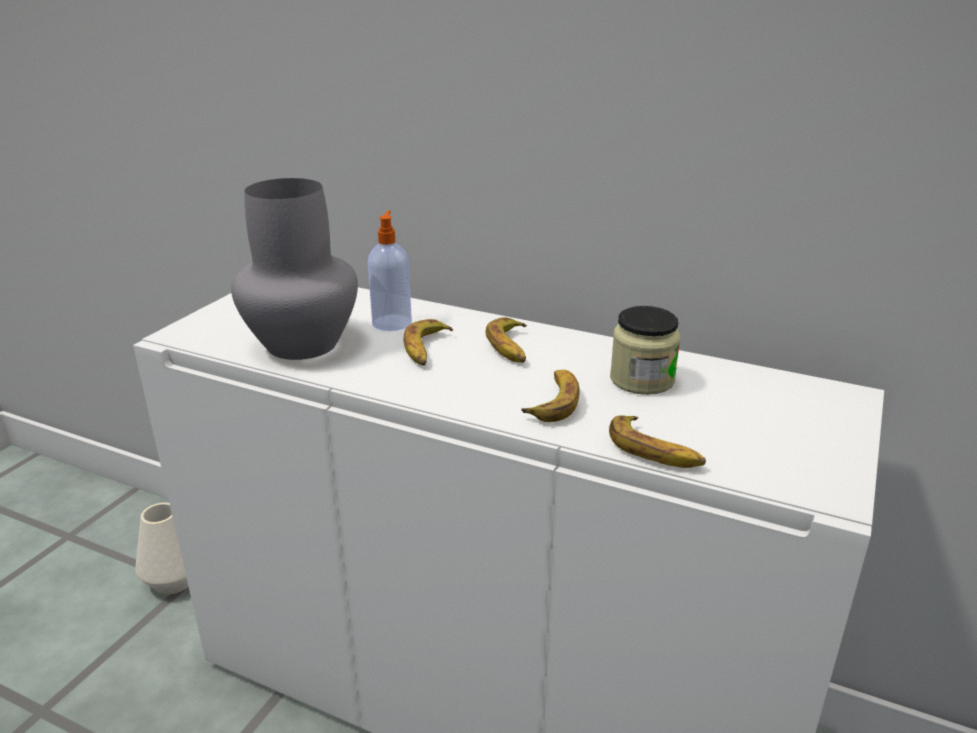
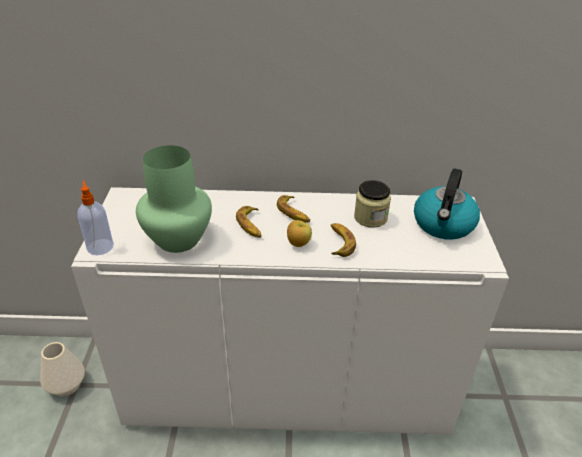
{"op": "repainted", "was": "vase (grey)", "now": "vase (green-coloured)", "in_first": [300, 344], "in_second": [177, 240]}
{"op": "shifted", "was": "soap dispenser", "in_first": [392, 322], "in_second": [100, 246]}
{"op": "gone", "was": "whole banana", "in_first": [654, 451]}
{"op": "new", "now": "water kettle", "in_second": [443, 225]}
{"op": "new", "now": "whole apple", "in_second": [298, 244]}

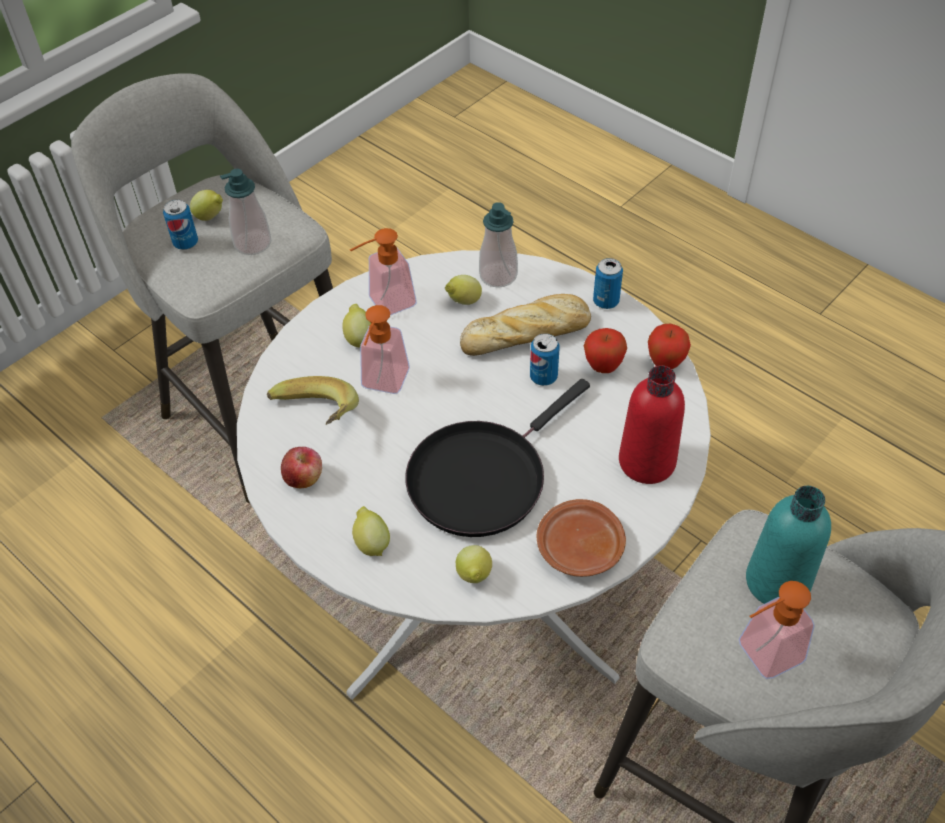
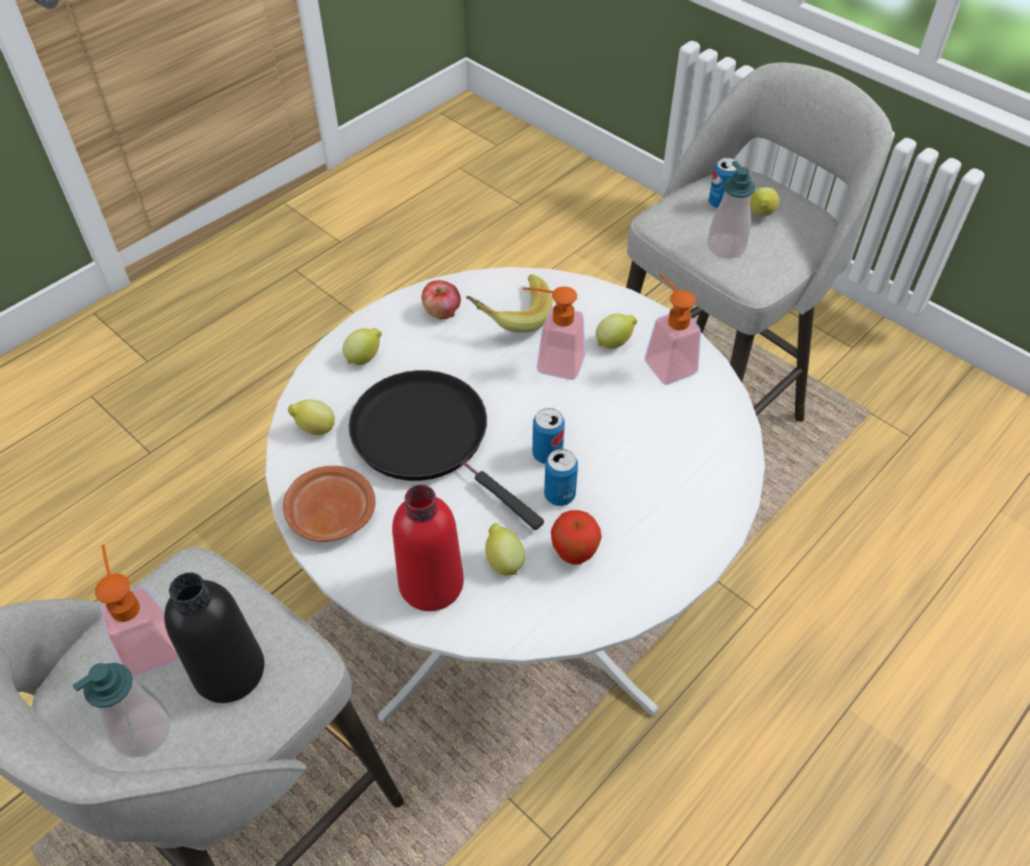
{"op": "shifted", "was": "soap dispenser", "in_first": [498, 275], "in_second": [142, 731]}
{"op": "shifted", "was": "metal can", "in_first": [606, 301], "in_second": [547, 454]}
{"op": "shifted", "was": "citrus fruit", "in_first": [463, 302], "in_second": [503, 561]}
{"op": "gone", "was": "bread", "in_first": [528, 333]}
{"op": "gone", "was": "whole apple", "in_first": [665, 363]}
{"op": "repainted", "was": "bottle (turquoise)", "now": "bottle (blackish)", "in_first": [777, 582], "in_second": [229, 671]}

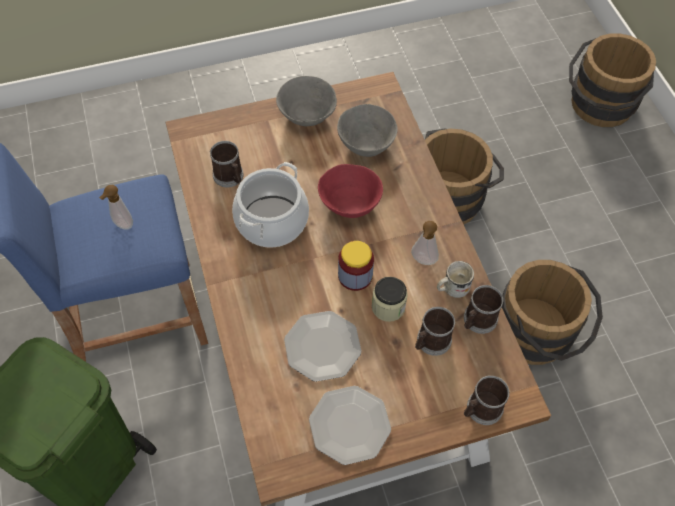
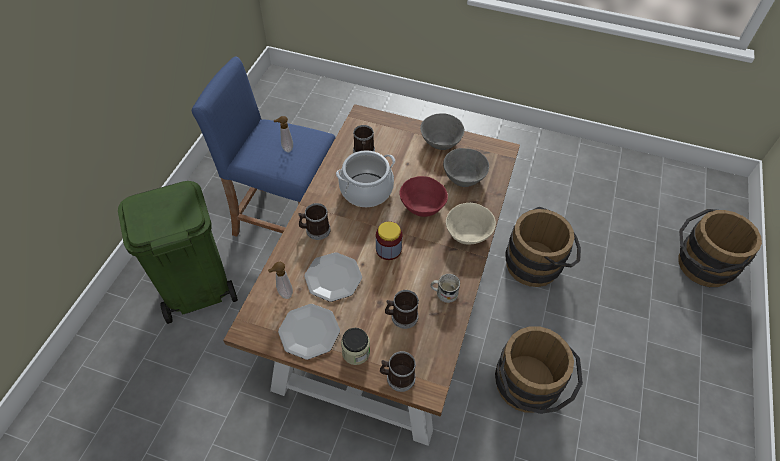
{"op": "shifted", "was": "soap dispenser", "in_first": [423, 261], "in_second": [283, 293]}
{"op": "shifted", "was": "storage jar", "in_first": [388, 307], "in_second": [356, 352]}
{"op": "shifted", "was": "coffee mug", "in_first": [477, 320], "in_second": [315, 230]}
{"op": "new", "now": "serving bowl (beige)", "in_second": [468, 233]}

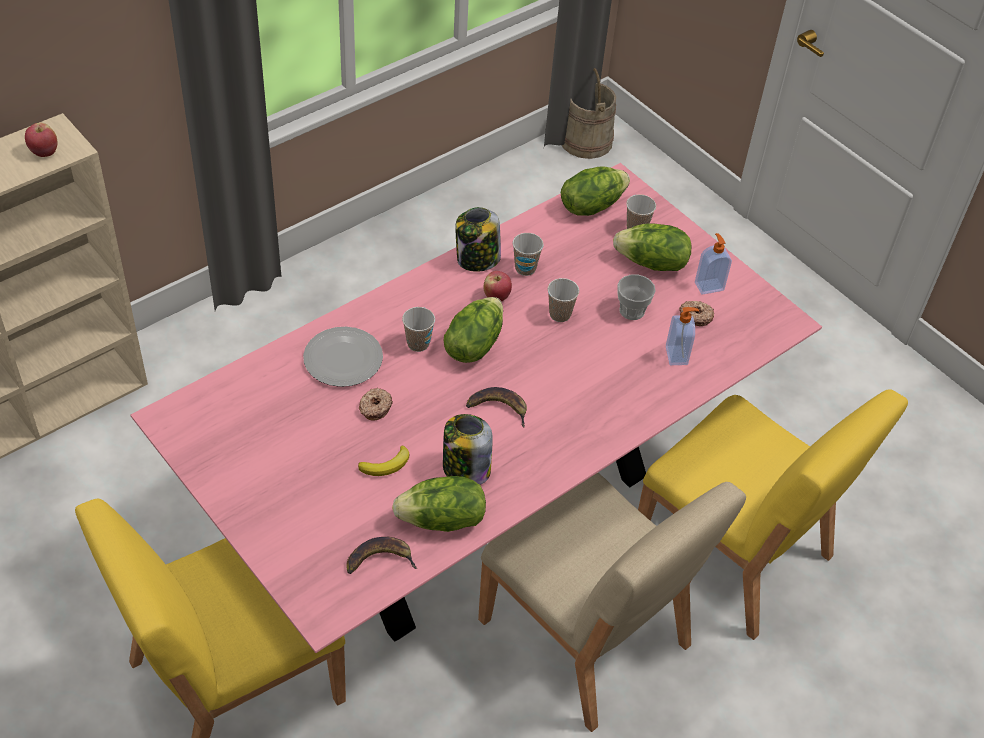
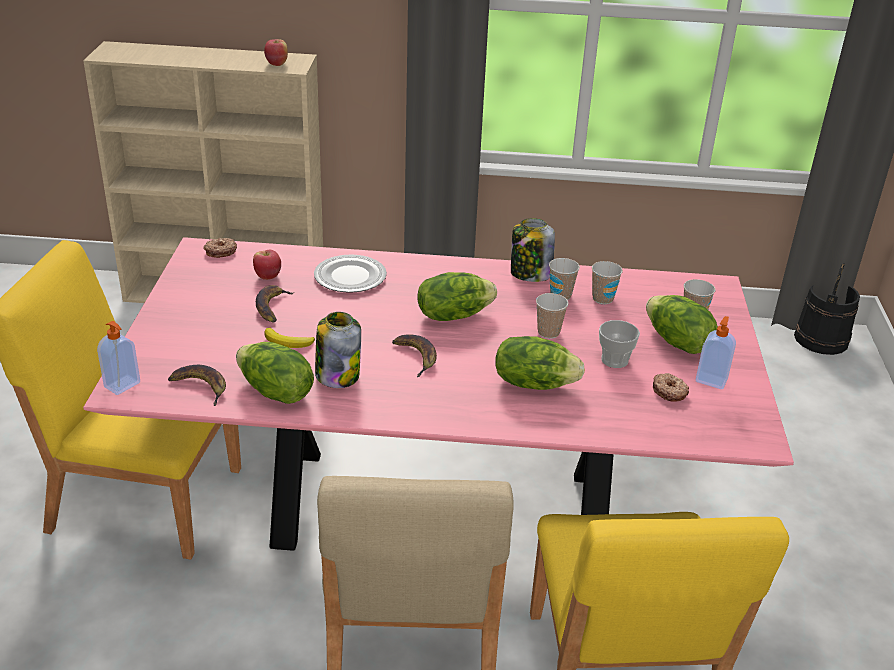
{"op": "repainted", "was": "pail (beige)", "now": "pail (blackish)", "in_first": [585, 141], "in_second": [820, 339]}
{"op": "shifted", "was": "lettuce head", "in_first": [591, 205], "in_second": [534, 383]}
{"op": "shifted", "was": "whole apple", "in_first": [496, 297], "in_second": [268, 276]}
{"op": "shifted", "was": "small cup", "in_first": [418, 344], "in_second": [602, 299]}
{"op": "shifted", "was": "soap dispenser", "in_first": [677, 355], "in_second": [123, 385]}
{"op": "shifted", "was": "ring doughnut", "in_first": [375, 407], "in_second": [220, 251]}
{"op": "new", "now": "whole banana", "in_second": [272, 307]}

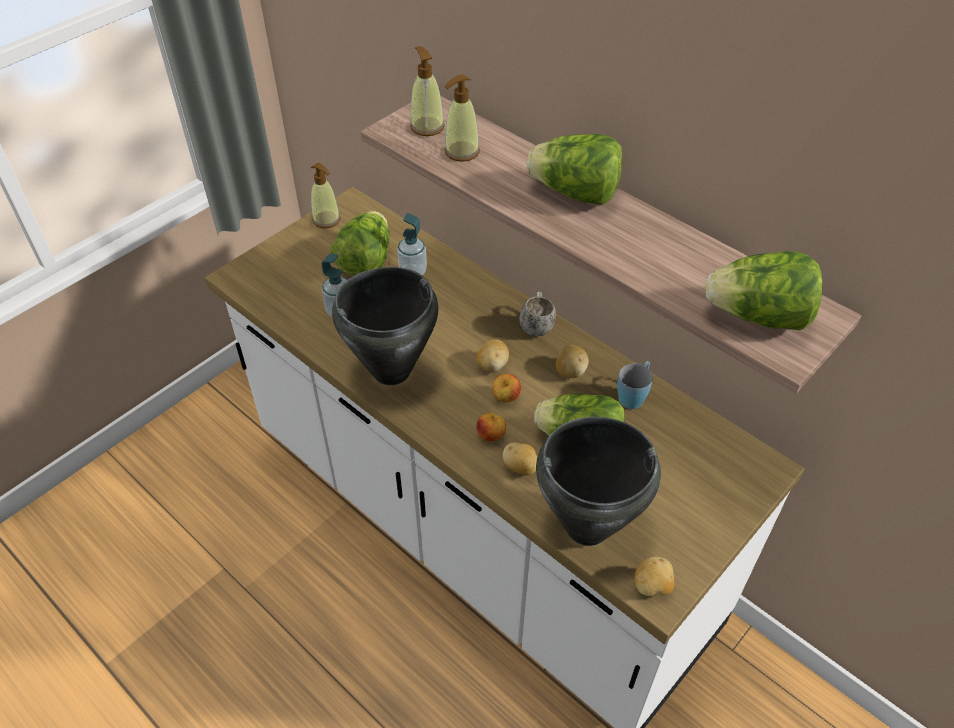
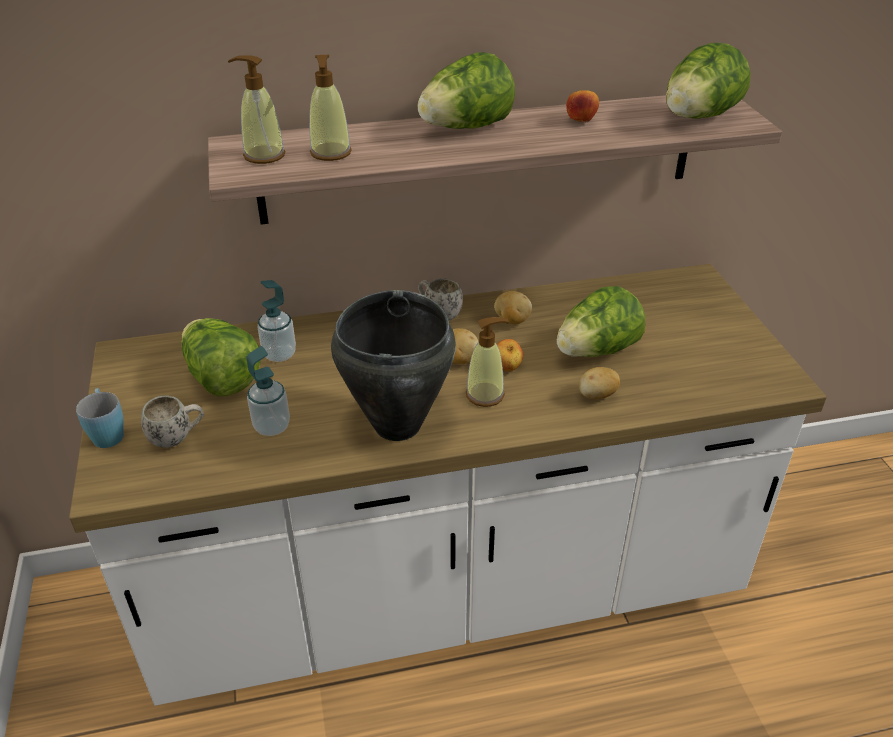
{"op": "shifted", "was": "soap dispenser", "in_first": [326, 220], "in_second": [485, 395]}
{"op": "shifted", "was": "coffee mug (blue)", "in_first": [633, 395], "in_second": [107, 432]}
{"op": "shifted", "was": "whole apple", "in_first": [491, 436], "in_second": [581, 121]}
{"op": "gone", "was": "stockpot (blackish)", "in_first": [586, 525]}
{"op": "gone", "was": "potato", "in_first": [652, 586]}
{"op": "new", "now": "coffee mug (white-coloured)", "in_second": [178, 437]}

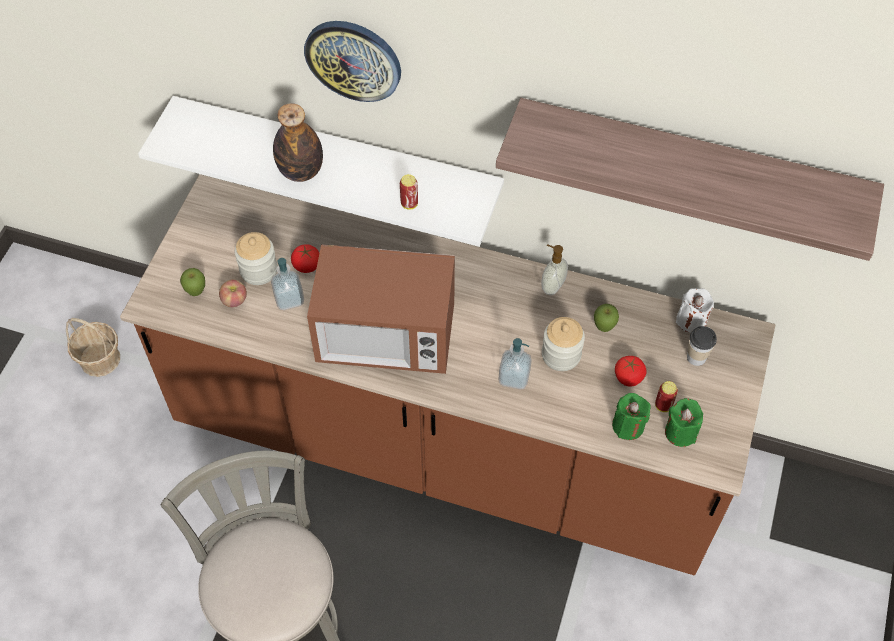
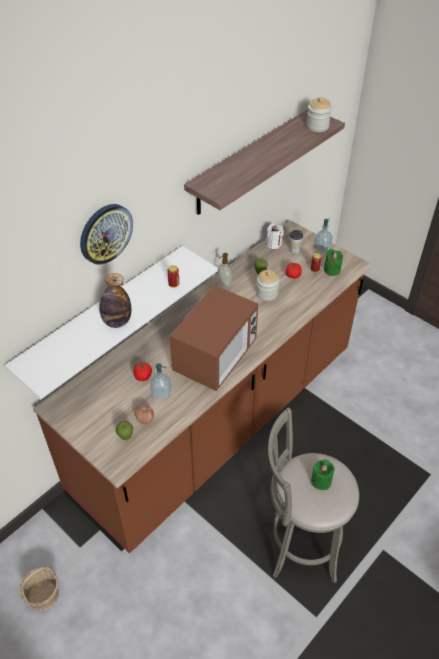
{"op": "shifted", "was": "storage jar", "in_first": [258, 270], "in_second": [317, 126]}
{"op": "shifted", "was": "soap dispenser", "in_first": [514, 377], "in_second": [322, 247]}
{"op": "shifted", "was": "wax candle (green-coloured)", "in_first": [628, 426], "in_second": [321, 481]}

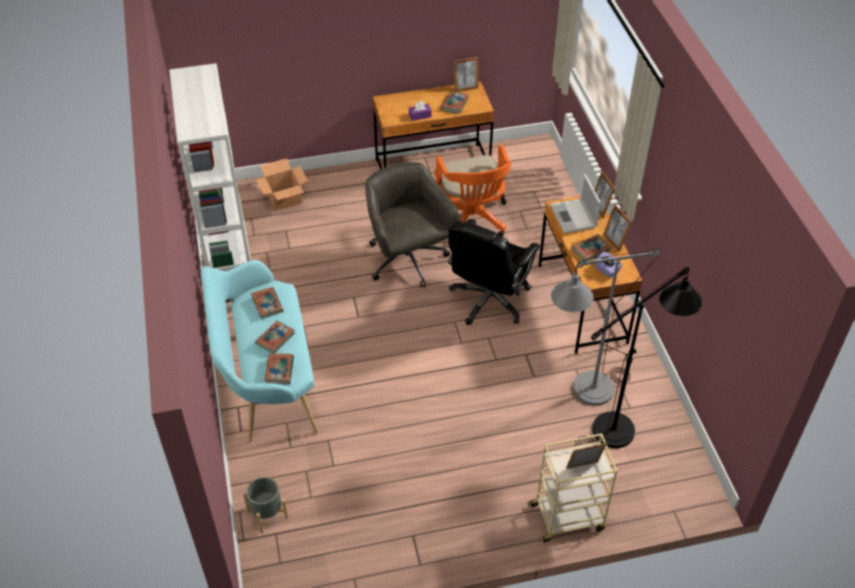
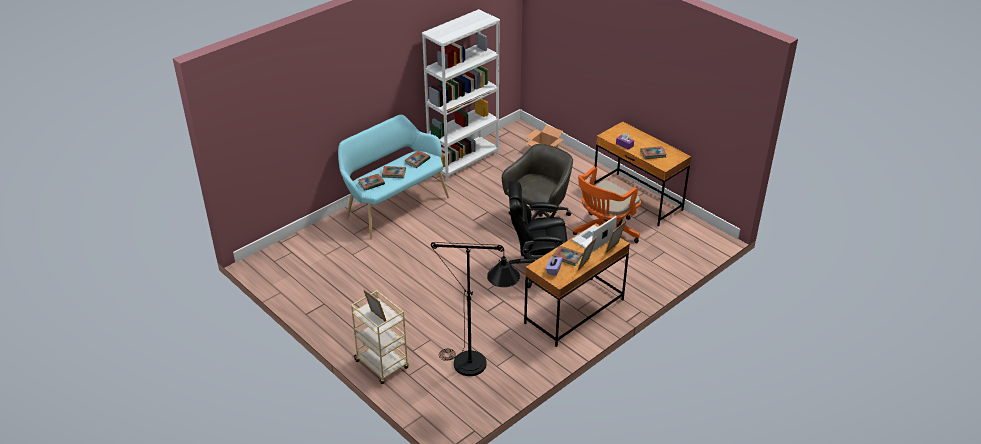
{"op": "gone", "was": "photo frame", "in_first": [465, 88]}
{"op": "gone", "was": "floor lamp (grey)", "in_first": [583, 393]}
{"op": "gone", "was": "flower pot (grey)", "in_first": [267, 514]}

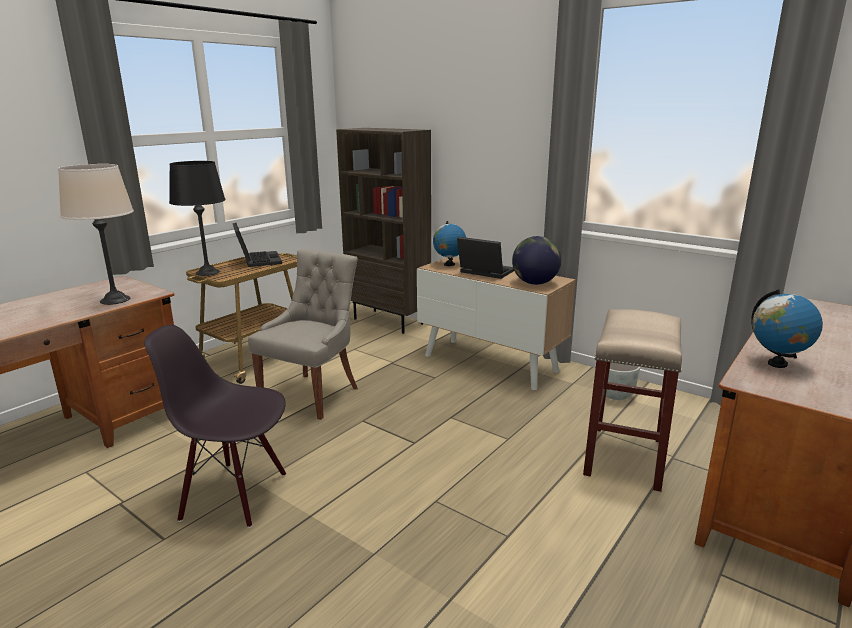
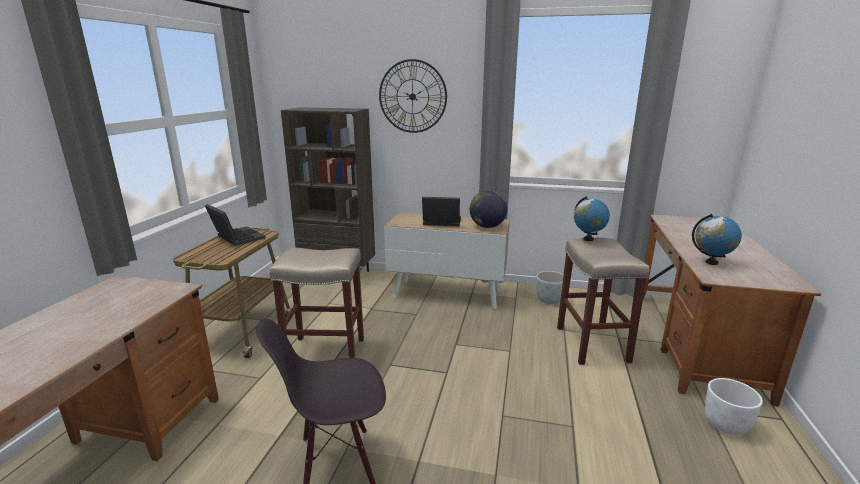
{"op": "gone", "was": "tabletop lamp (blackish)", "in_first": [207, 272]}
{"op": "gone", "was": "tabletop lamp (beige)", "in_first": [115, 300]}
{"op": "shifted", "was": "desk globe", "in_first": [449, 264], "in_second": [588, 239]}
{"op": "swapped", "was": "upright chair (grey)", "now": "stool seat (beige)", "in_first": [312, 394], "in_second": [326, 352]}
{"op": "new", "now": "wall clock", "in_second": [412, 96]}
{"op": "new", "now": "flower pot (white-coloured)", "in_second": [726, 425]}

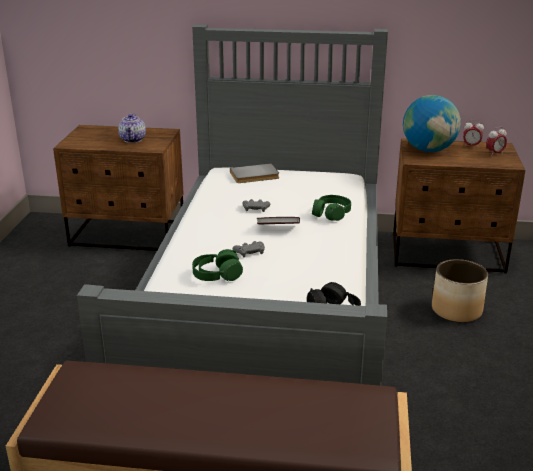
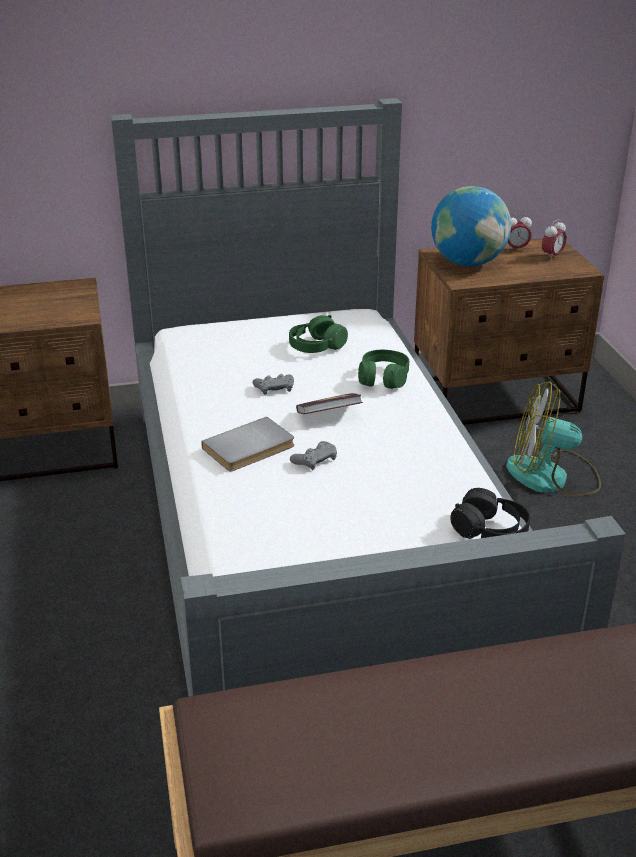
{"op": "gone", "was": "pot for tea", "in_first": [133, 140]}
{"op": "shifted", "was": "volume (grey)", "in_first": [255, 176], "in_second": [250, 448]}
{"op": "shifted", "was": "headset (green-coloured)", "in_first": [217, 275], "in_second": [316, 346]}
{"op": "swapped", "was": "flower pot", "now": "electric fan", "in_first": [456, 310], "in_second": [551, 477]}

